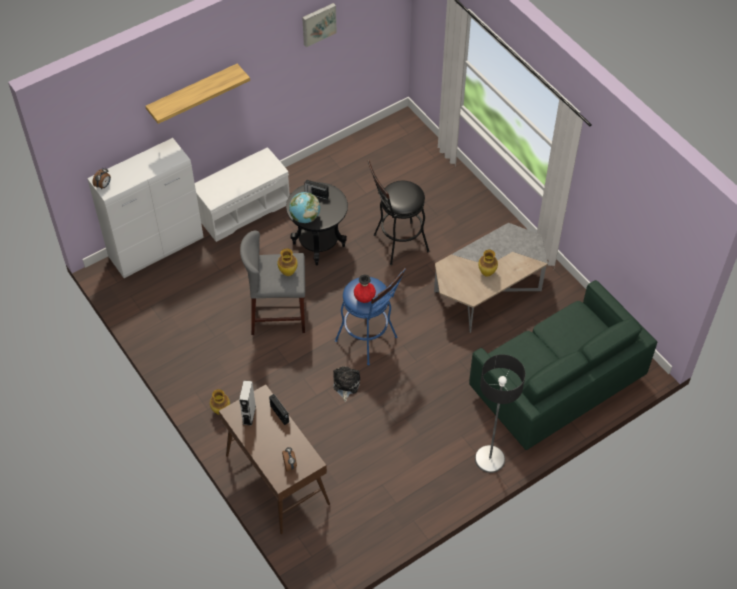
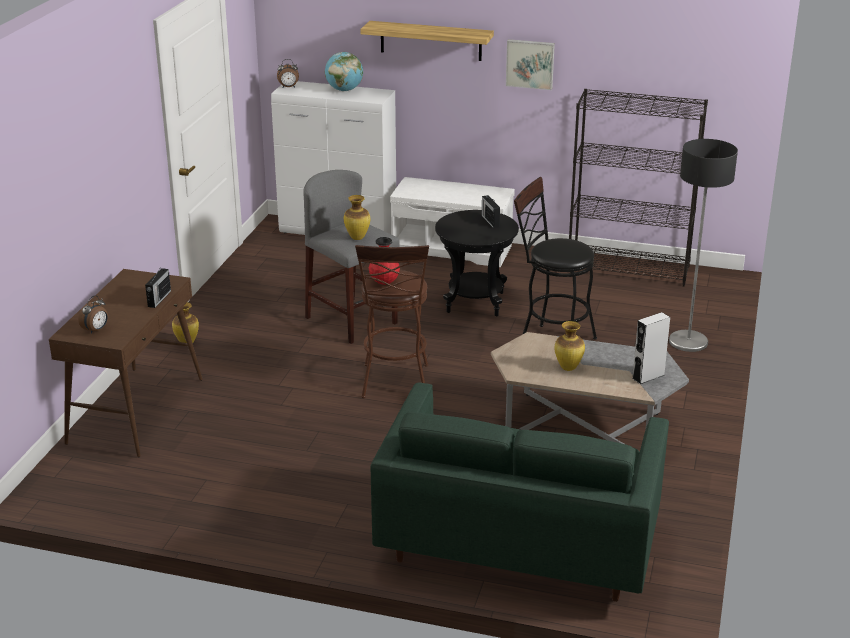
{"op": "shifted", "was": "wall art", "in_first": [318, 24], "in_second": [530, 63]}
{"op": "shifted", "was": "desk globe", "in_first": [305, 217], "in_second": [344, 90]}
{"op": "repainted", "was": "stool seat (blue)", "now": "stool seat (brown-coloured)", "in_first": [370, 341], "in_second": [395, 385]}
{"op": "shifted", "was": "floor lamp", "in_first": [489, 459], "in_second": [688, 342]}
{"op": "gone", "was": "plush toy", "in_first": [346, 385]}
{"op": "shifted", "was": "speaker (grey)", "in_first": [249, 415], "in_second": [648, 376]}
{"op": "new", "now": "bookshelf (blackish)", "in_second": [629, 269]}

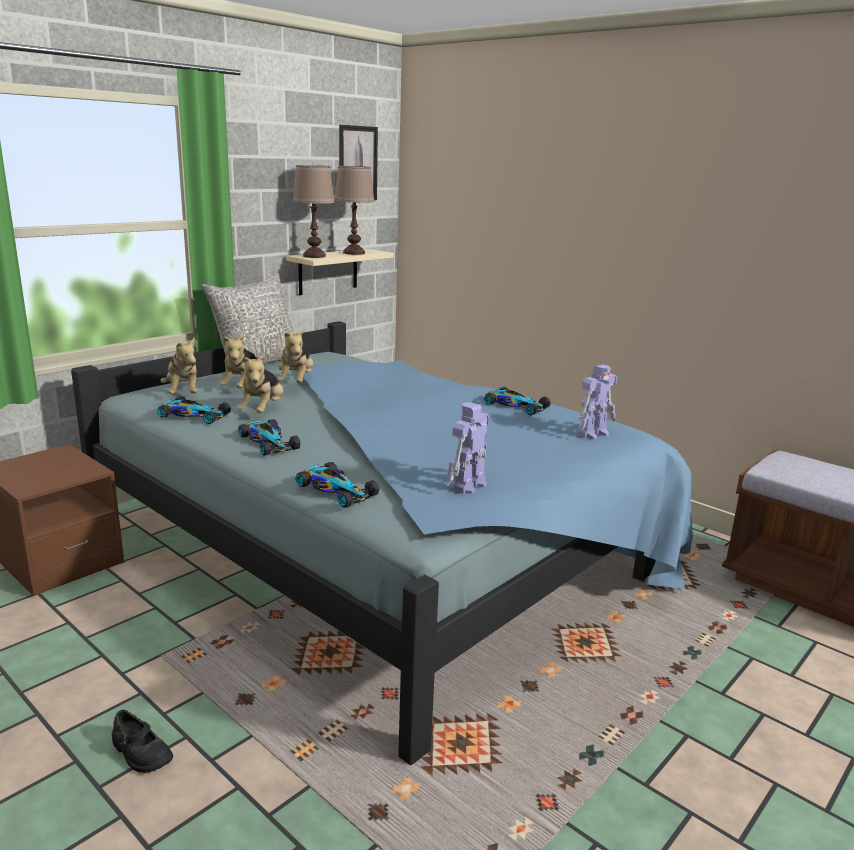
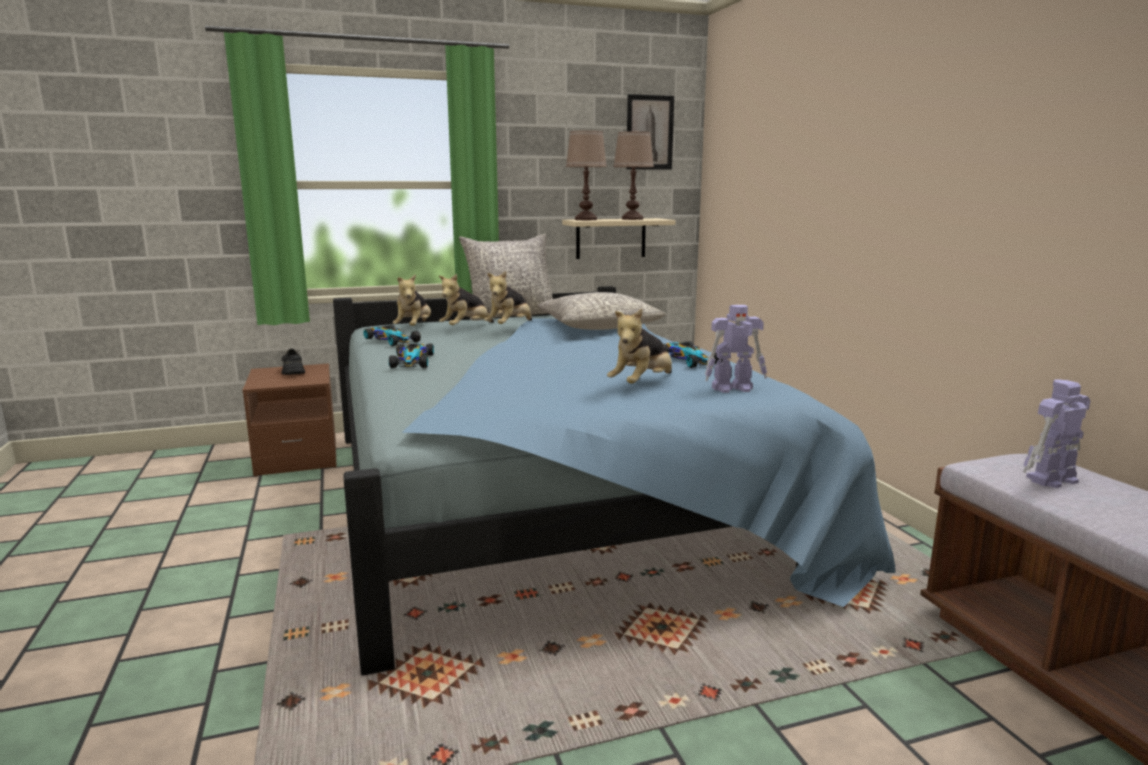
{"op": "shifted", "was": "plush toy", "in_first": [263, 411], "in_second": [642, 384]}
{"op": "shifted", "was": "toy robot", "in_first": [467, 486], "in_second": [1050, 479]}
{"op": "gone", "was": "model car", "in_first": [335, 490]}
{"op": "shifted", "was": "low shoe (blackish)", "in_first": [140, 753], "in_second": [293, 371]}
{"op": "new", "now": "throw pillow (grey)", "in_second": [599, 327]}

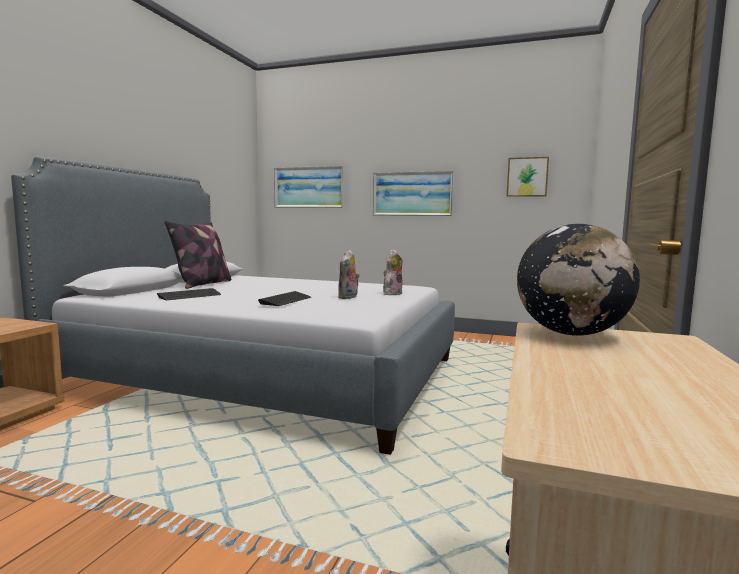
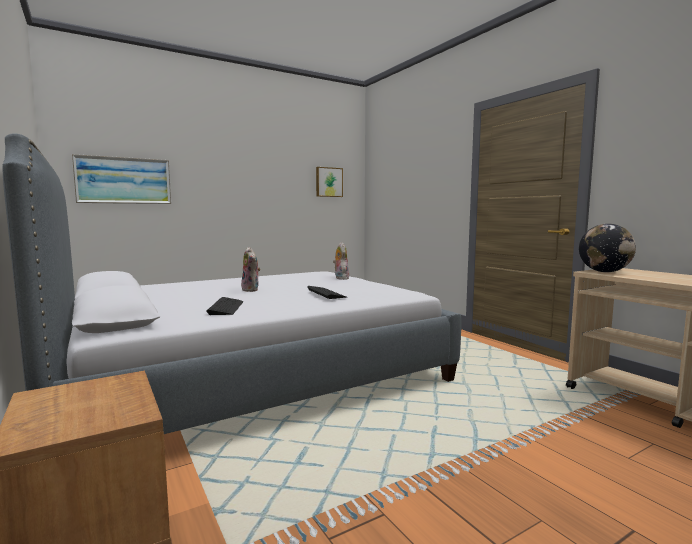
{"op": "gone", "was": "wall art", "in_first": [412, 194]}
{"op": "gone", "was": "throw pillow", "in_first": [202, 284]}
{"op": "shifted", "was": "plush toy", "in_first": [348, 297], "in_second": [252, 290]}

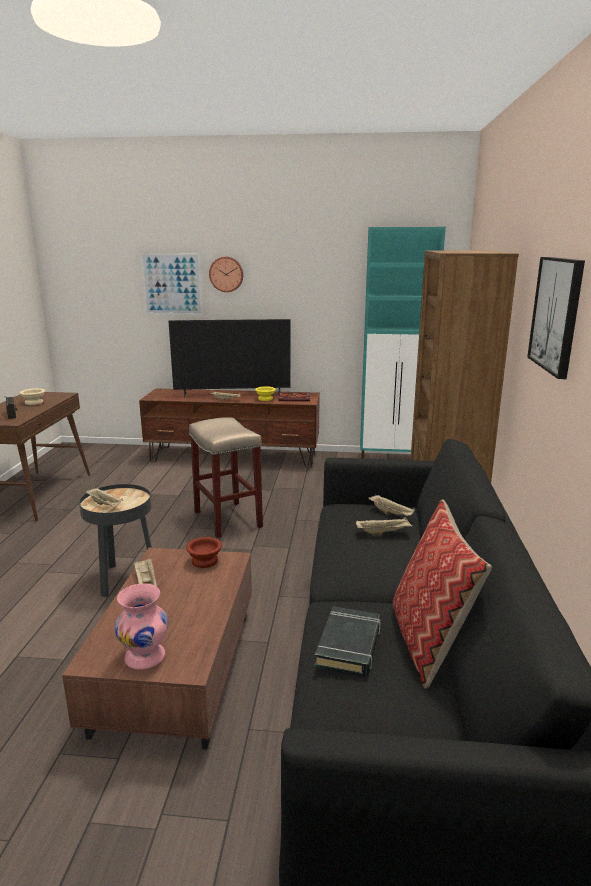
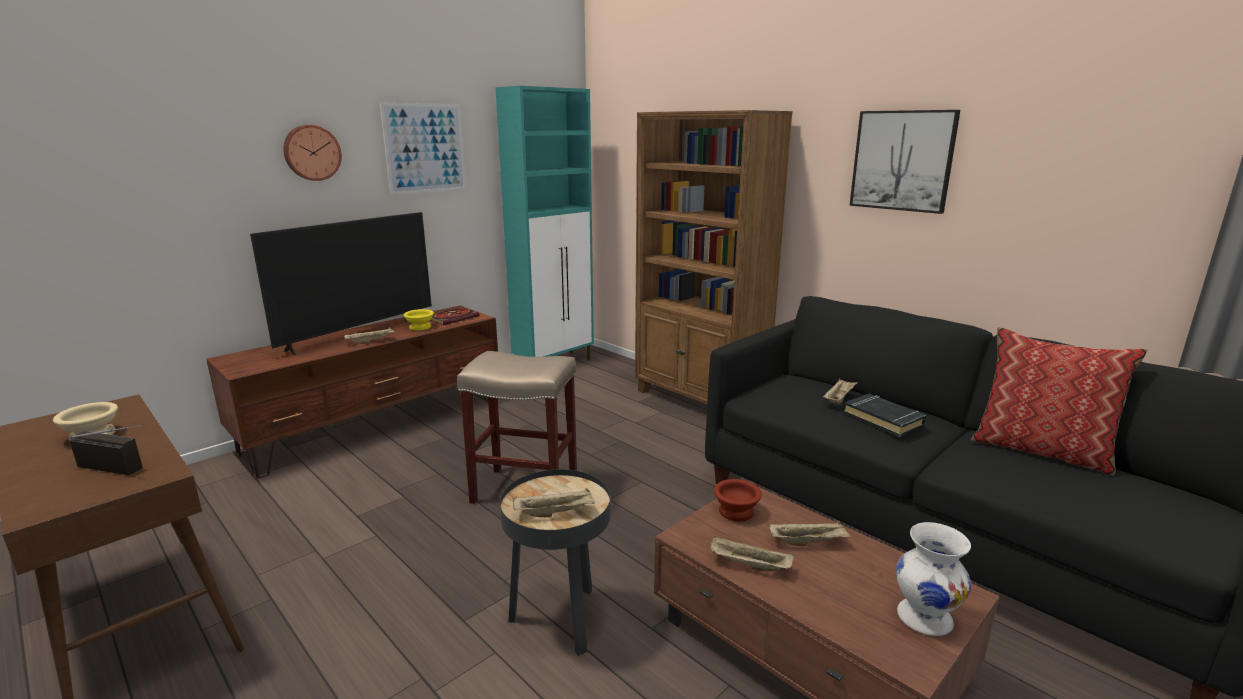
{"op": "shifted", "was": "wall art", "in_first": [172, 284], "in_second": [425, 148]}
{"op": "shifted", "was": "serving tray (beige)", "in_first": [391, 513], "in_second": [808, 542]}
{"op": "repainted", "was": "vase (pinkish)", "now": "vase (white-coloured)", "in_first": [144, 657], "in_second": [924, 619]}
{"op": "shifted", "was": "volume (blackish)", "in_first": [349, 646], "in_second": [883, 419]}

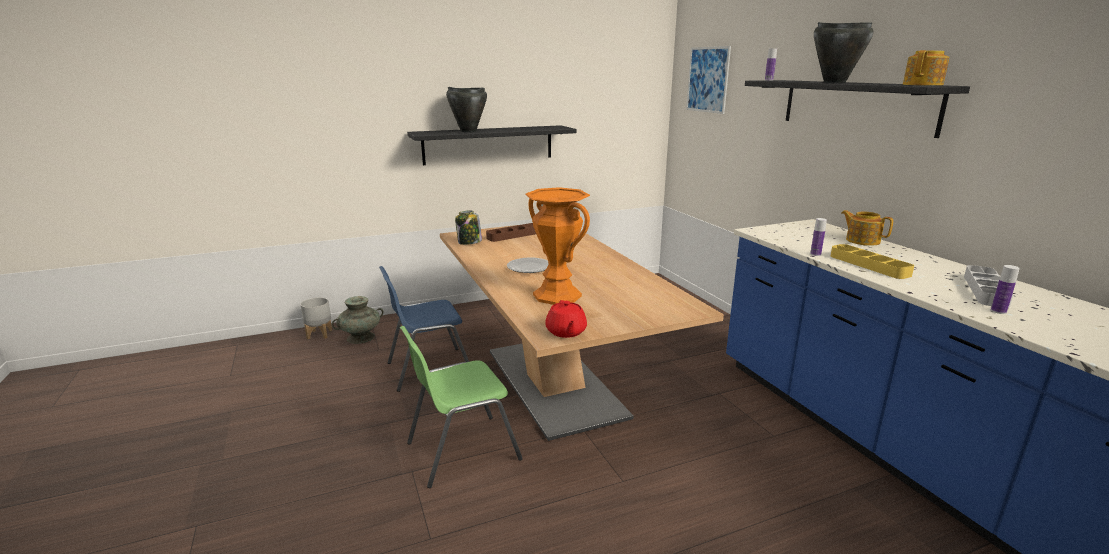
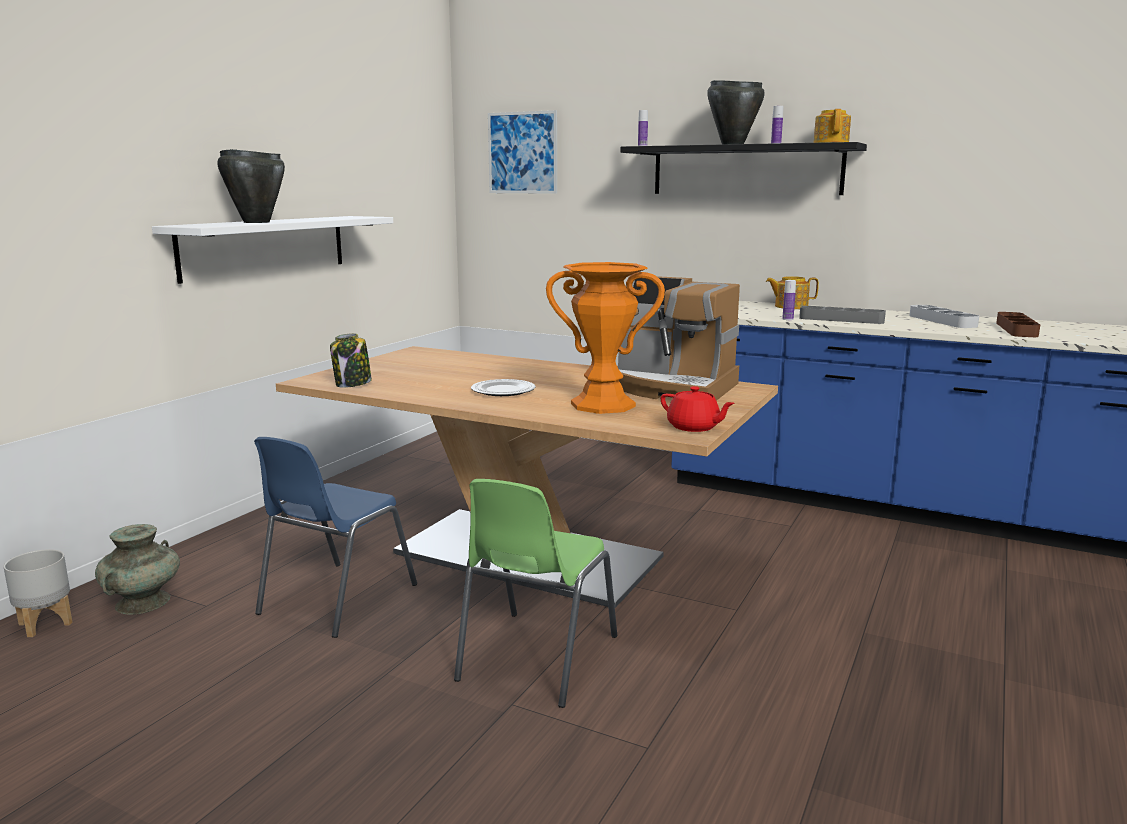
{"op": "repainted", "was": "bracket shelf (blackish)", "now": "bracket shelf (white-coloured)", "in_first": [488, 144], "in_second": [265, 246]}
{"op": "shifted", "was": "serving tray (brown-coloured)", "in_first": [514, 235], "in_second": [1016, 329]}
{"op": "repainted", "was": "serving tray (yellow)", "now": "serving tray (grey)", "in_first": [869, 265], "in_second": [841, 319]}
{"op": "shifted", "was": "bottle", "in_first": [998, 311], "in_second": [776, 144]}
{"op": "new", "now": "coffee maker", "in_second": [673, 388]}

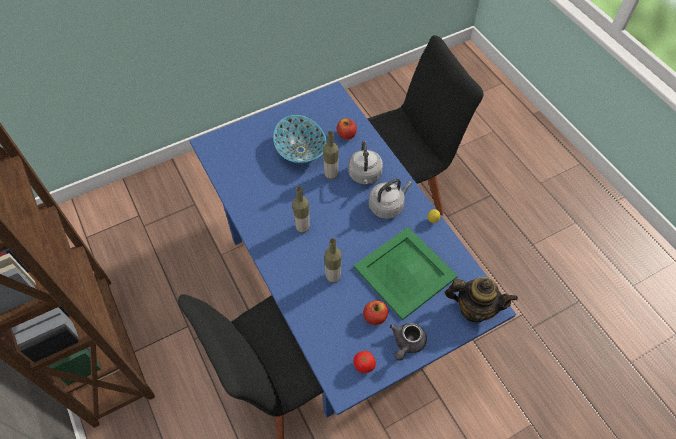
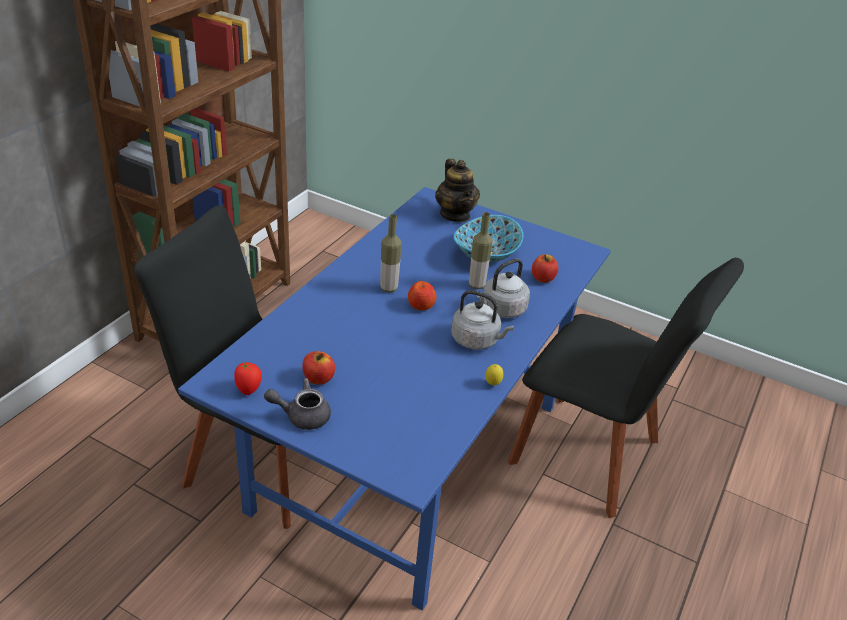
{"op": "gone", "was": "serving tray (green-coloured)", "in_first": [405, 273]}
{"op": "gone", "was": "bottle", "in_first": [333, 277]}
{"op": "shifted", "was": "pot for tea", "in_first": [474, 308], "in_second": [455, 215]}
{"op": "new", "now": "whole apple", "in_second": [421, 306]}

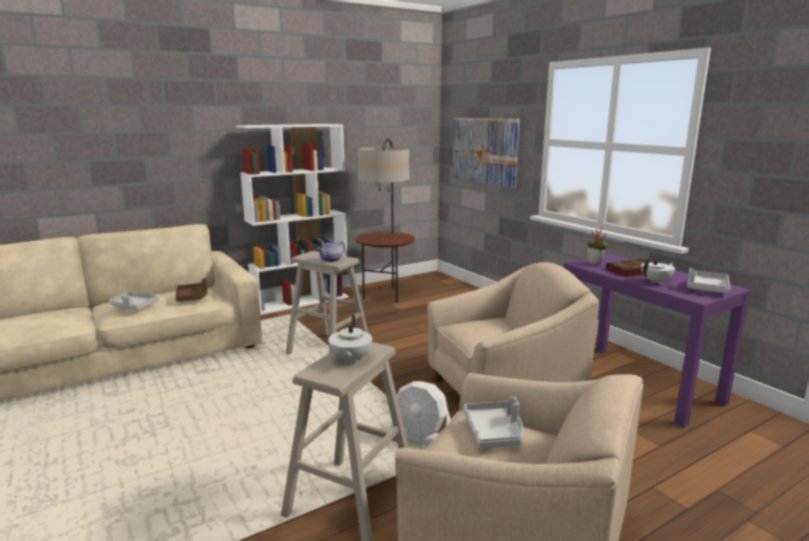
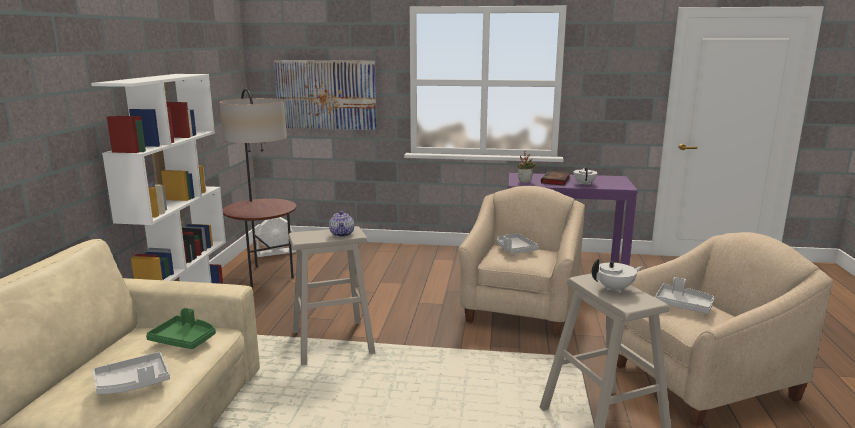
{"op": "shifted", "was": "serving tray (grey)", "in_first": [706, 288], "in_second": [514, 249]}
{"op": "repainted", "was": "serving tray (brown-coloured)", "now": "serving tray (green-coloured)", "in_first": [192, 297], "in_second": [184, 340]}
{"op": "rotated", "was": "pot for tea (white-coloured)", "in_first": [350, 359], "in_second": [615, 289], "clockwise": -60}
{"op": "shifted", "was": "electric fan (white-coloured)", "in_first": [422, 438], "in_second": [276, 252]}

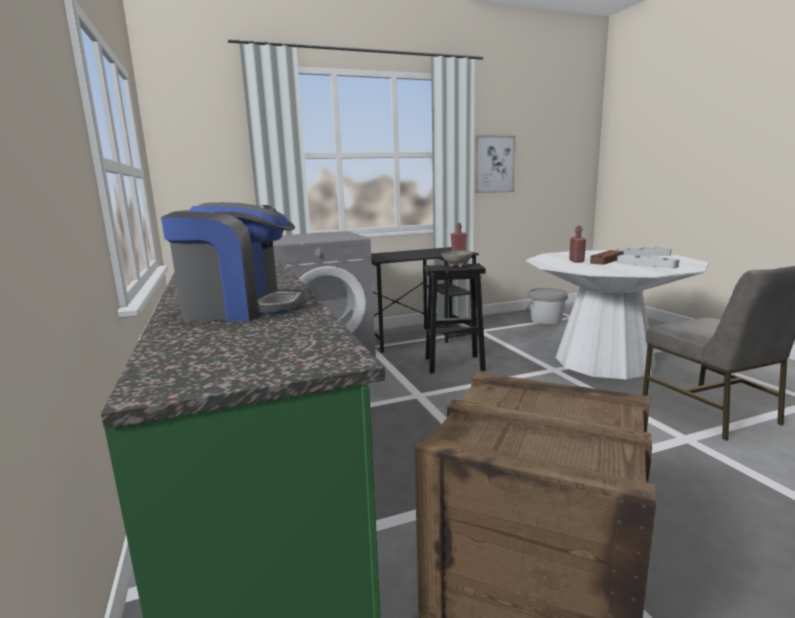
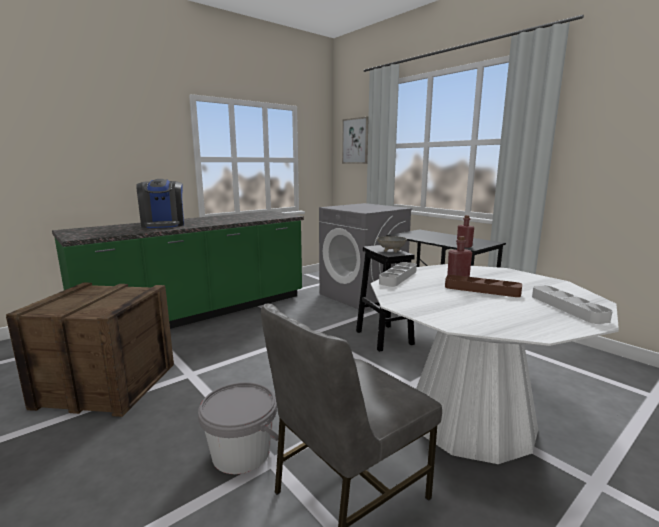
{"op": "shifted", "was": "wall art", "in_first": [494, 164], "in_second": [355, 141]}
{"op": "shifted", "was": "serving tray (grey)", "in_first": [646, 264], "in_second": [398, 277]}
{"op": "shifted", "was": "pail (grey)", "in_first": [546, 320], "in_second": [241, 453]}

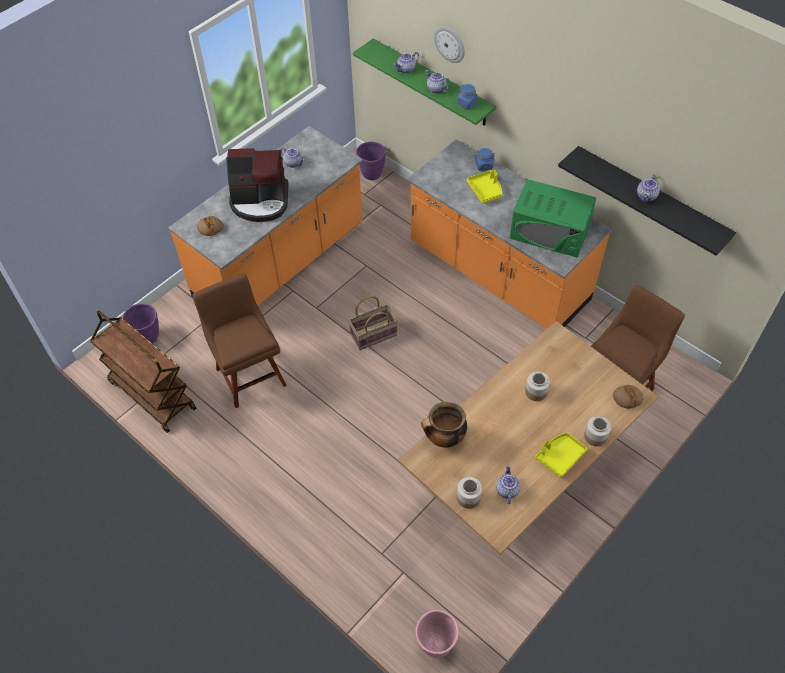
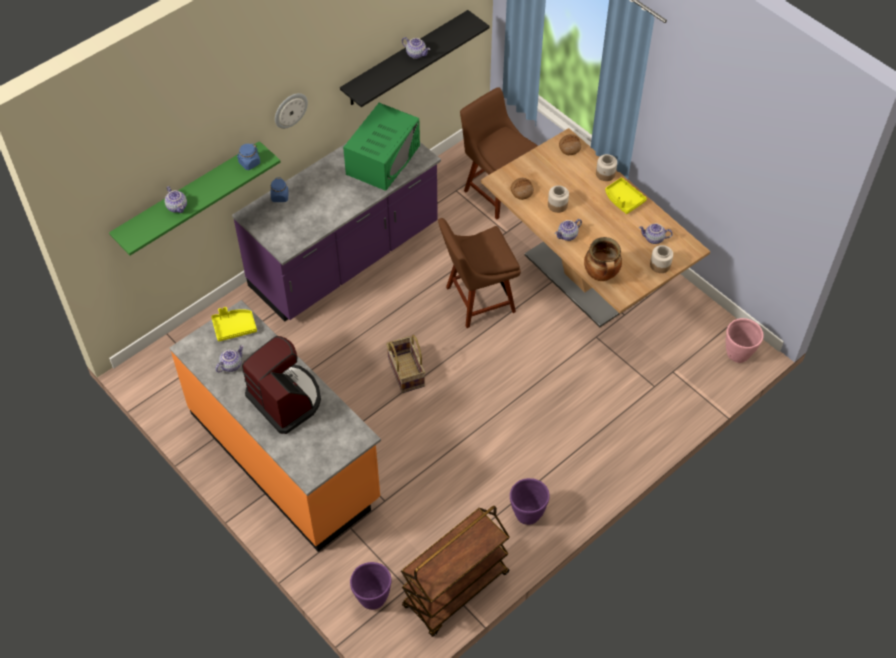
{"op": "shifted", "was": "wall clock", "in_first": [450, 44], "in_second": [290, 110]}
{"op": "shifted", "was": "pot for tea", "in_first": [435, 89], "in_second": [567, 236]}
{"op": "repainted", "was": "counter (orange)", "now": "counter (purple)", "in_first": [497, 274], "in_second": [345, 257]}
{"op": "shifted", "was": "flower pot (purple)", "in_first": [371, 174], "in_second": [527, 515]}
{"op": "rotated", "was": "coffee maker", "in_first": [260, 201], "in_second": [286, 399], "clockwise": -45}
{"op": "shifted", "was": "serving tray (yellow)", "in_first": [485, 190], "in_second": [234, 327]}
{"op": "shifted", "was": "bread", "in_first": [210, 228], "in_second": [521, 191]}
{"op": "shifted", "was": "upright chair (brown-coloured)", "in_first": [249, 374], "in_second": [476, 300]}

